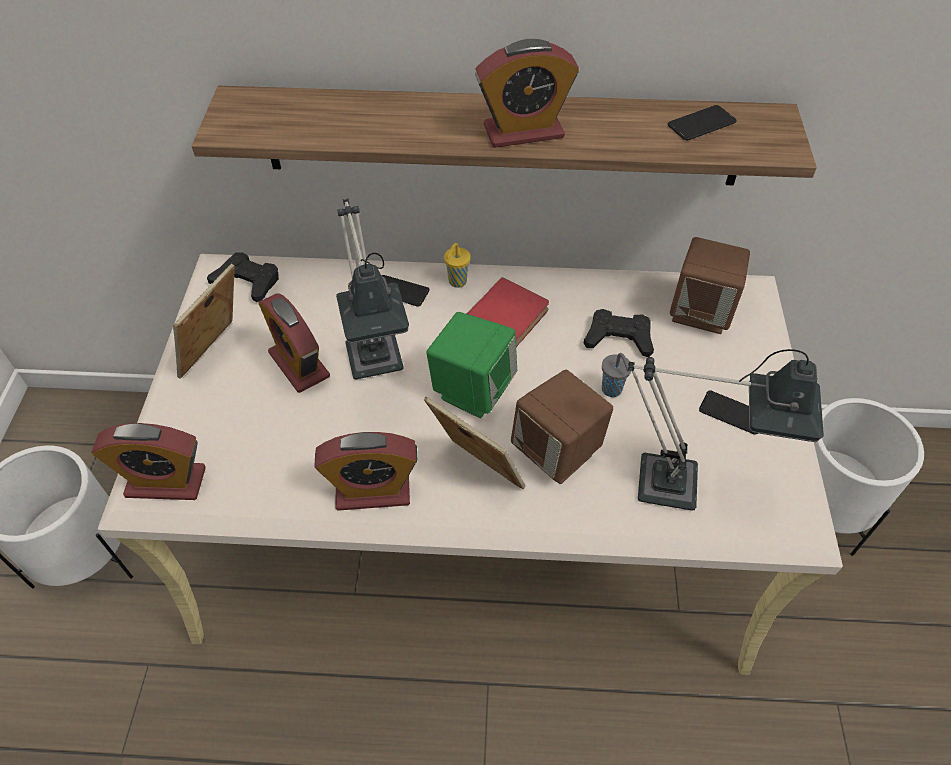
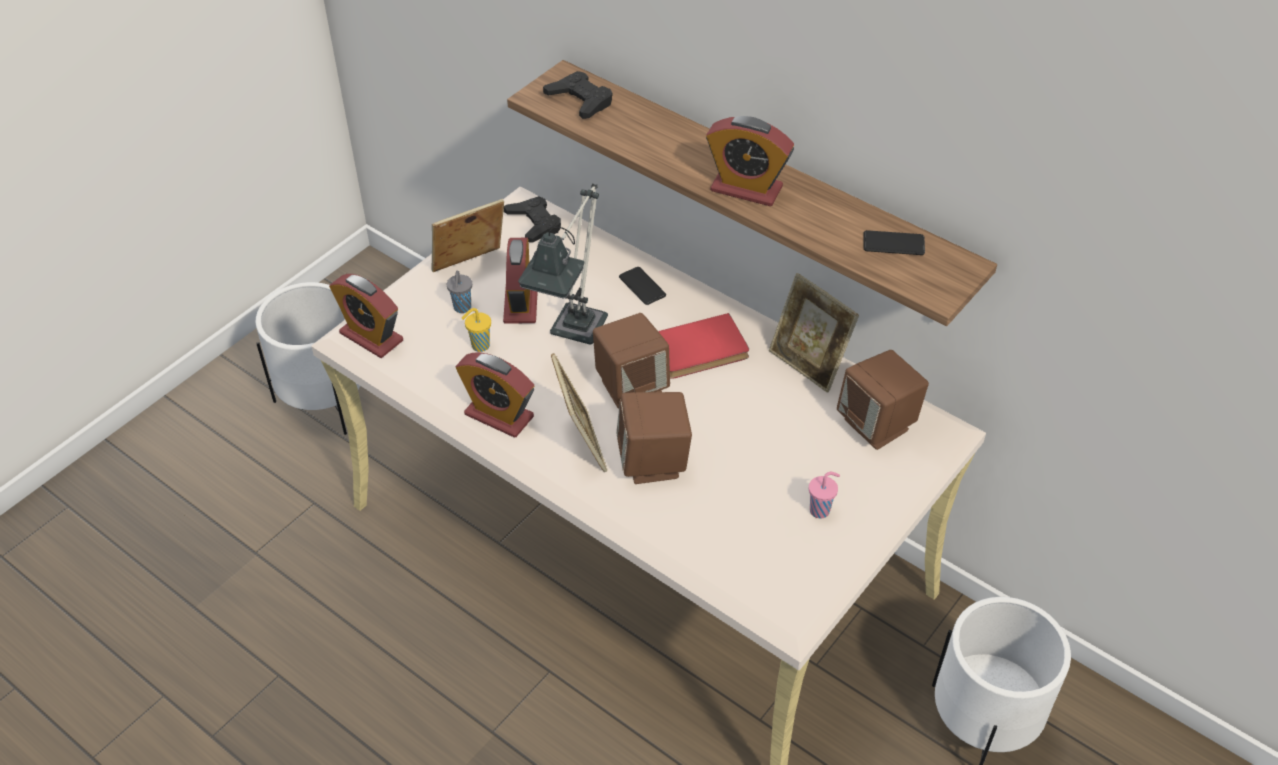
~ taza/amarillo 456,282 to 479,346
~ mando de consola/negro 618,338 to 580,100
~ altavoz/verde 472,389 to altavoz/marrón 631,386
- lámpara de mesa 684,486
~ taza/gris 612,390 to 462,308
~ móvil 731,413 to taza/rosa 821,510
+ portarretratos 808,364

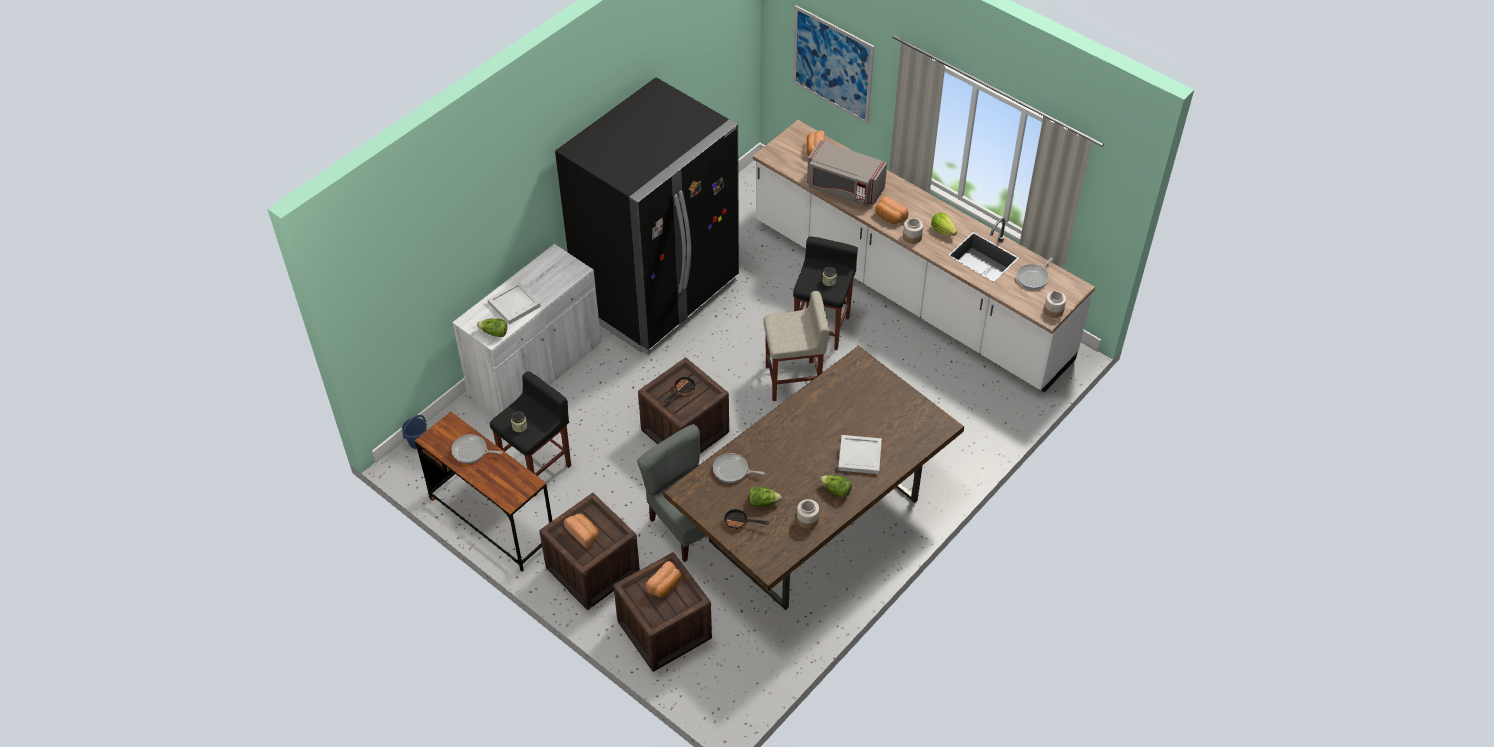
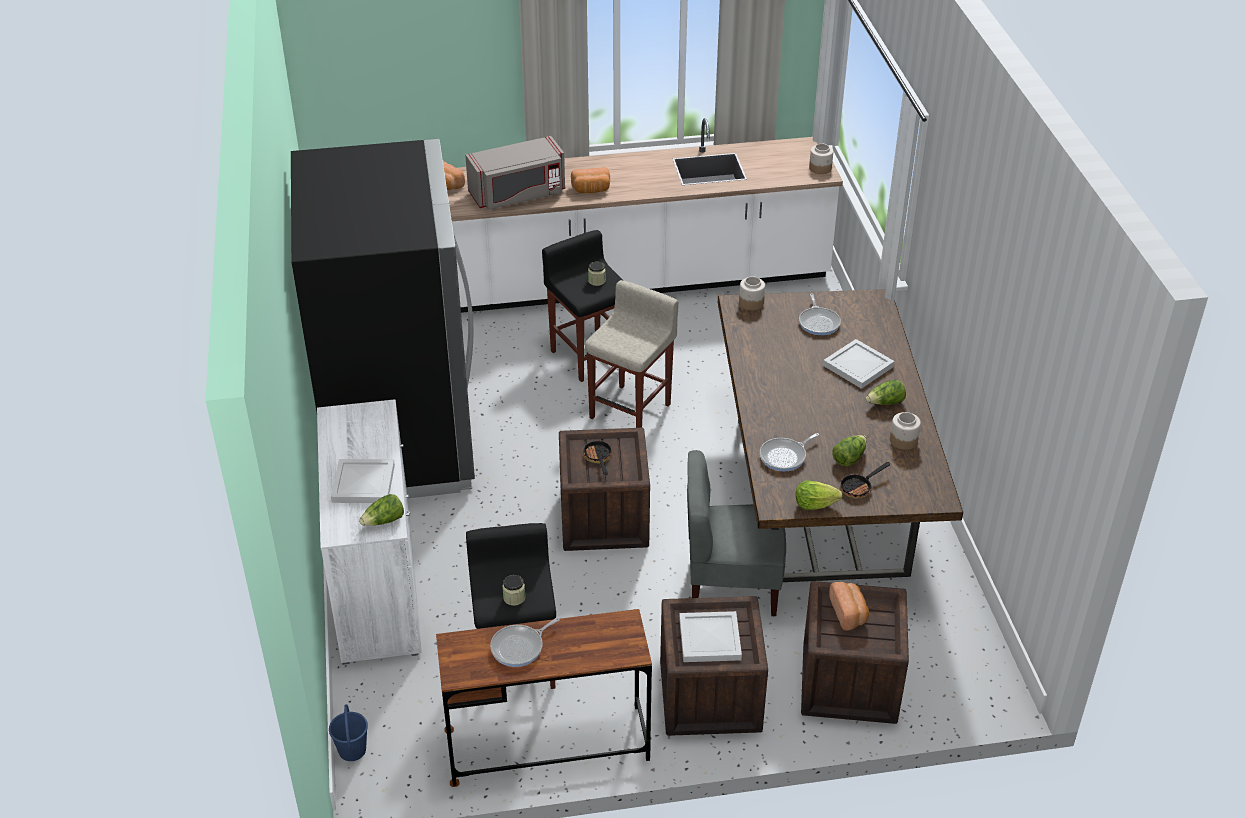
- cuadro 832,64
~ lechuga 943,230 to 814,504
~ tarro 912,237 to 751,303
~ sartén 1033,277 to 819,322
~ pan 583,534 to bandeja/blanco 711,639

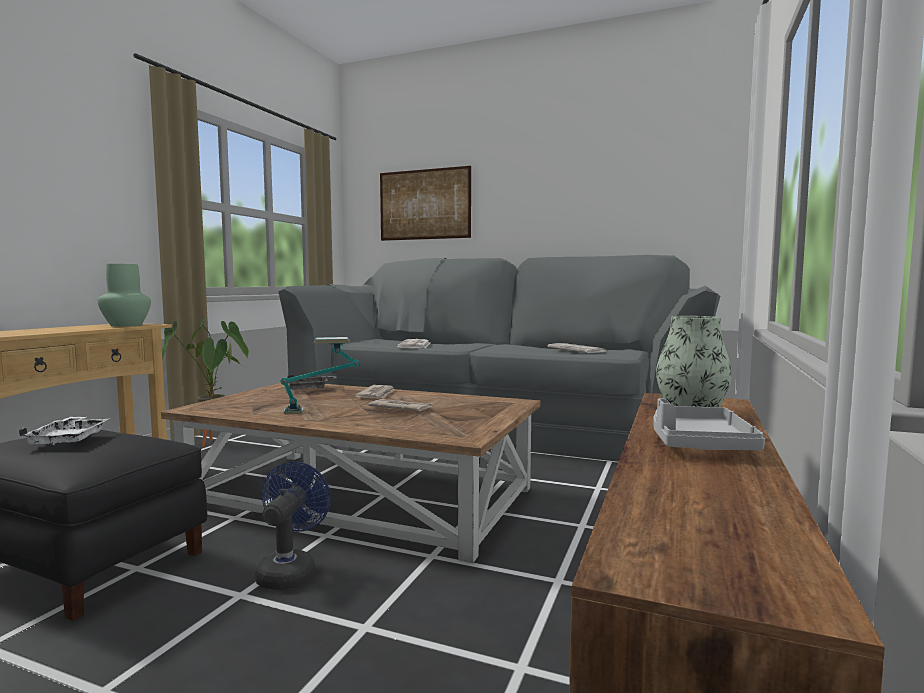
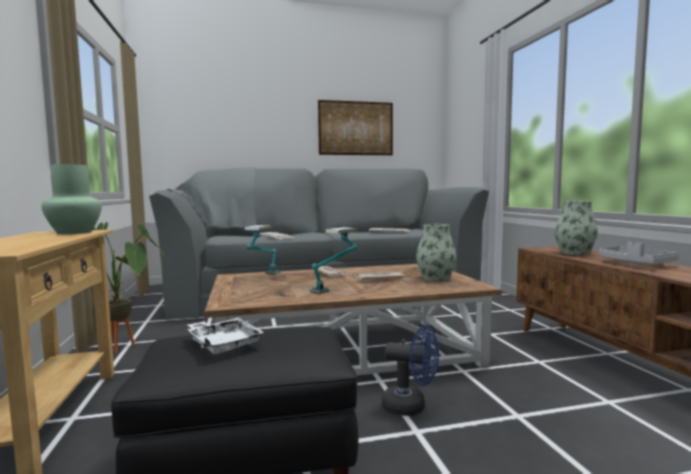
~ cuadro 424,204 to 356,128
~ bandeja/gris 310,389 to lámpara de mesa 264,277
~ ventilador/azul 290,571 = 411,407 135 degrees clockwise
+ florero 435,278

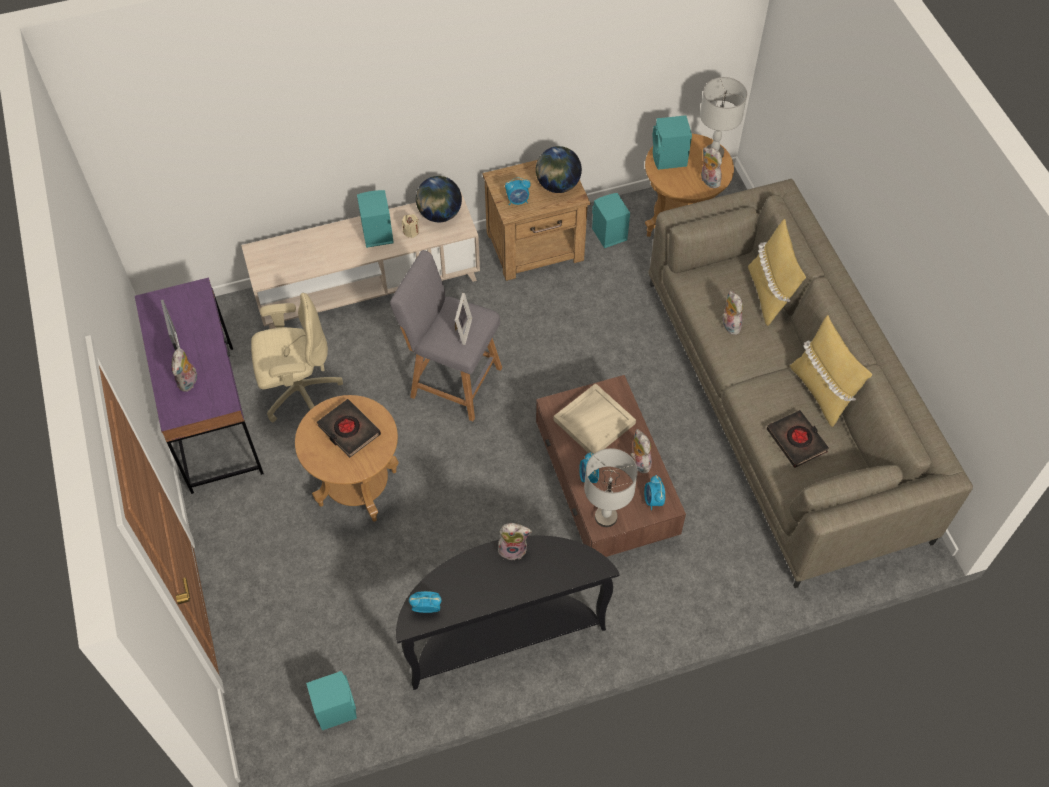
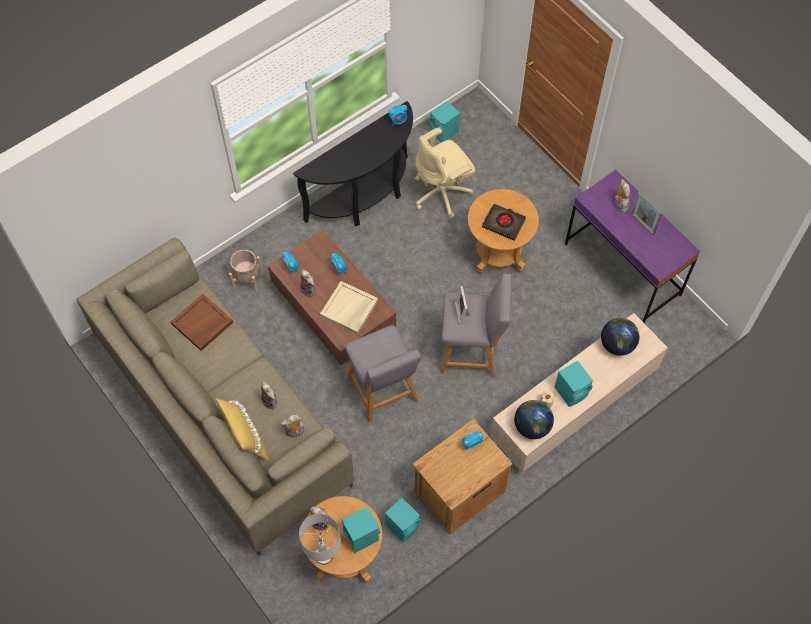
~ globo terráqueo 557,185 to 617,344
~ silla de oficina/beis 299,392 to 442,193
- cojín/amarillo 821,392
~ libro/negro 797,441 to bandeja/marrón 202,324
- lámpara de mesa/gris 606,517
~ peluche 513,549 to 294,432
+ maceta/beis 247,279
+ taburete/gris 384,392

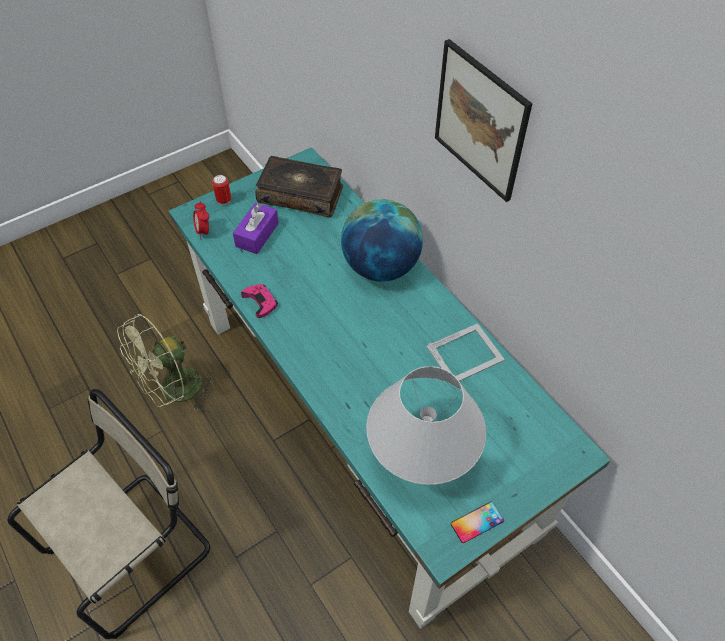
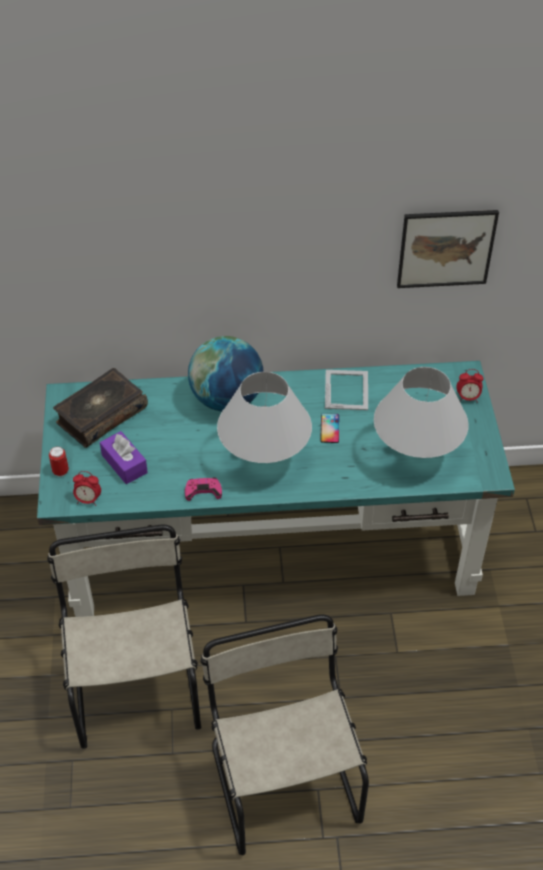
~ cuadro 480,121 to 446,248
~ ventilador/verde 174,392 to silla/beis 135,682
~ móvil 477,522 to 329,428
+ despertador 467,398
+ lámpara de mesa/blanco 264,459

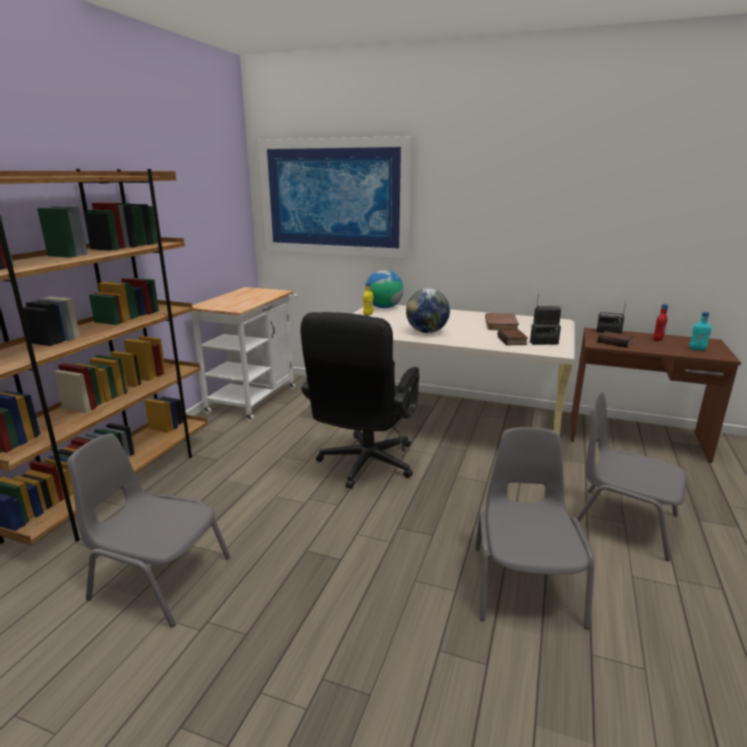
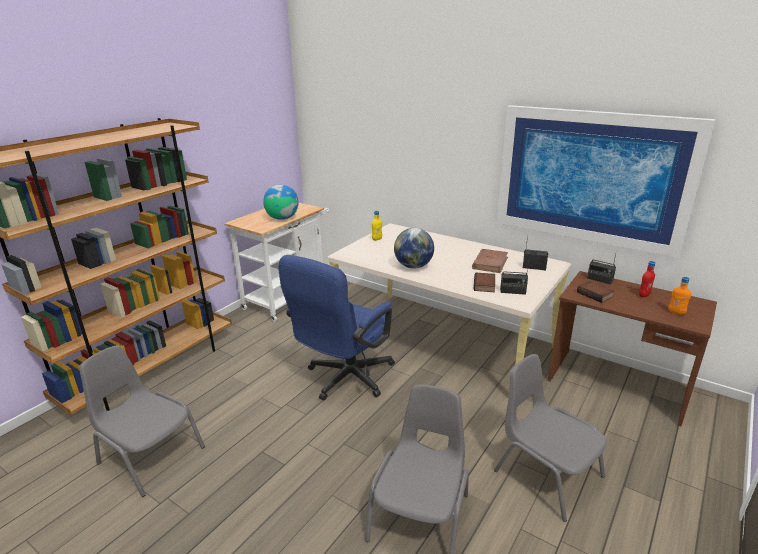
~ cuadro 334,198 to 591,177
~ globo terráqueo 384,307 to 282,218
~ silla de oficina/negro 363,466 to silla de oficina/azul 344,379
~ botella/turquesa 697,349 to botella/naranja 676,312

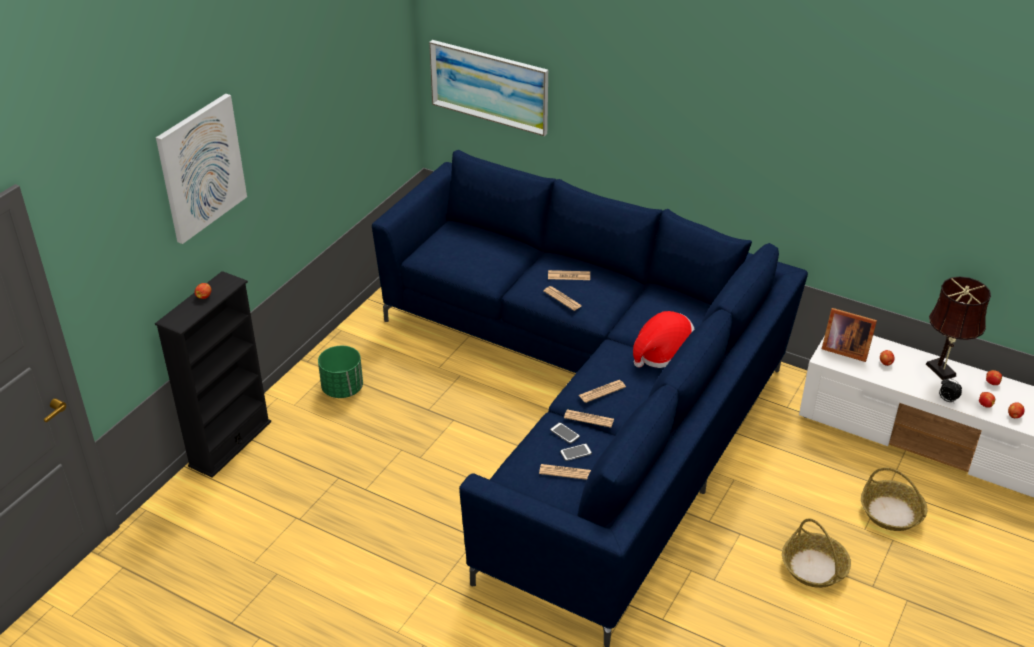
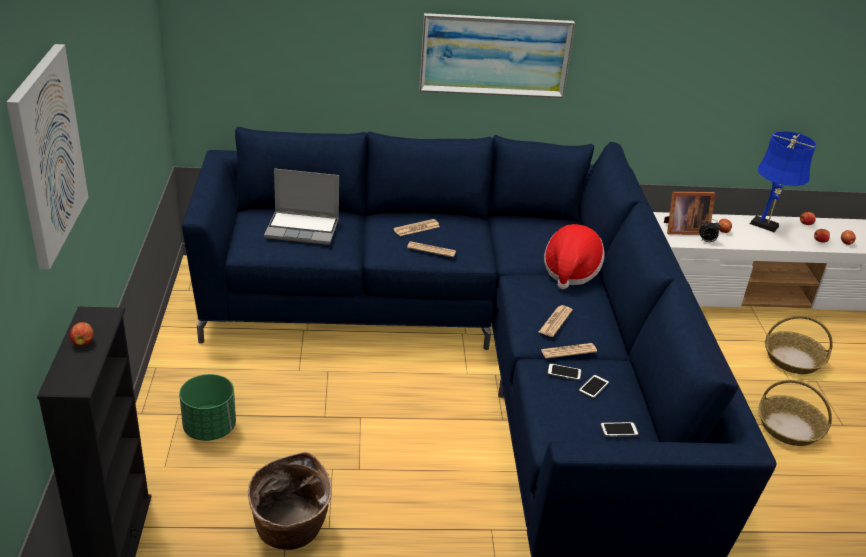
~ cuadro 489,86 to 495,55
~ lámpara de mesa/marrón 942,372 to lámpara de mesa/azul 767,226
~ despertador 947,400 to 706,241
- periódico 565,472
+ portátil 303,229
+ móvil 619,430
+ cesta 290,532

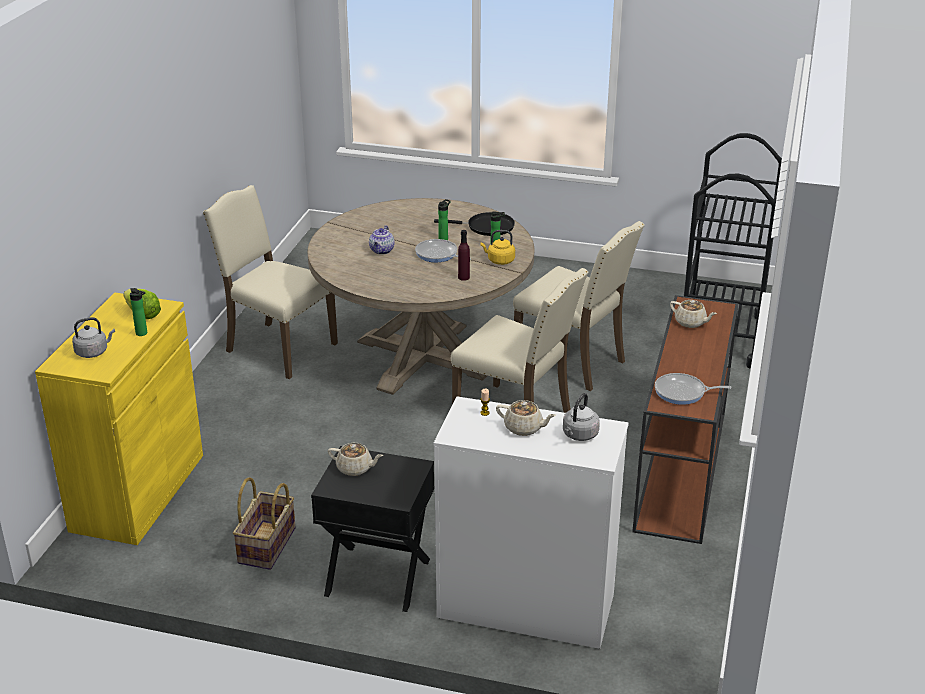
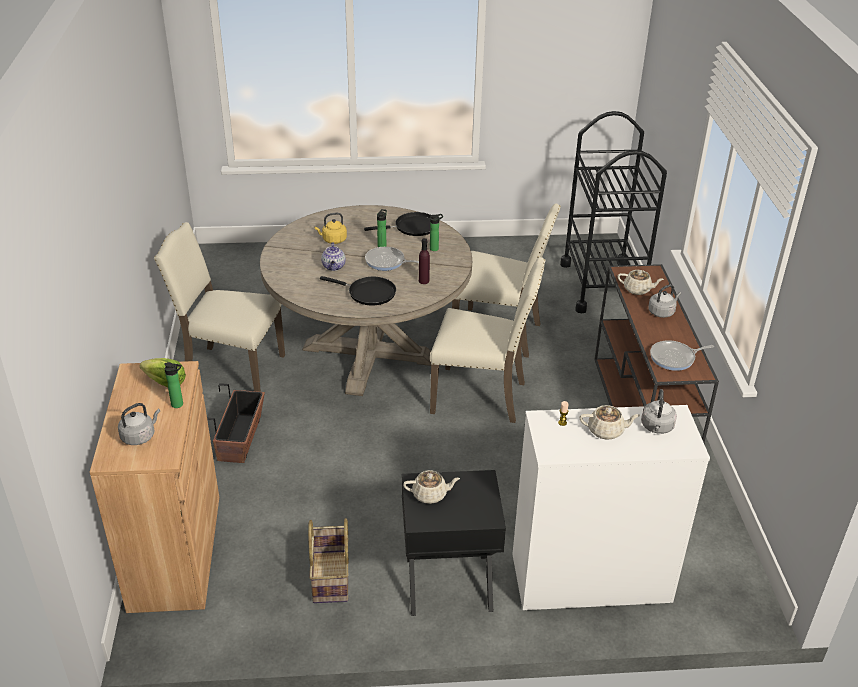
~ hervidor/amarillo 499,260 to 333,240
~ armario/amarillo 138,492 to armario/marrón 175,551
+ sartén/negro 368,293
+ hervidor/gris 662,312
+ maceta 241,438

